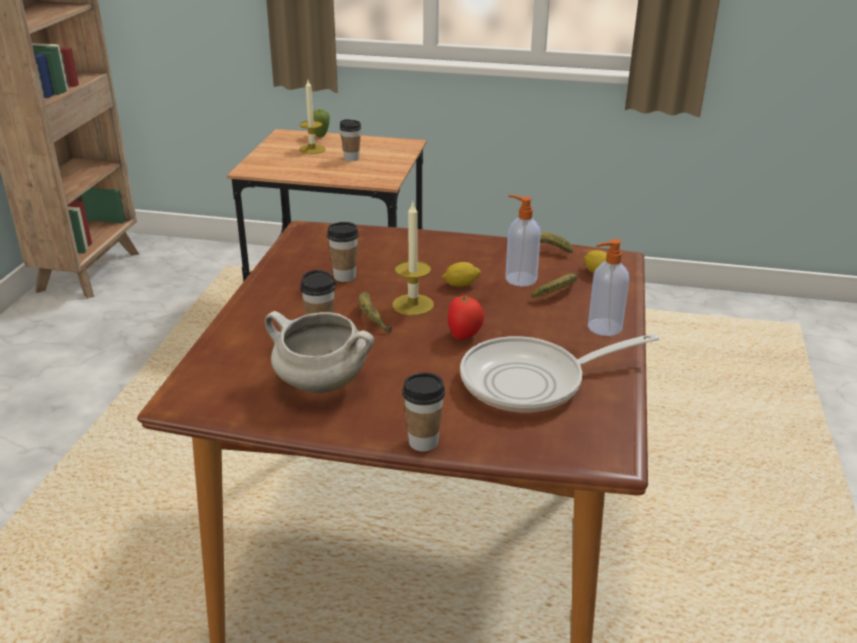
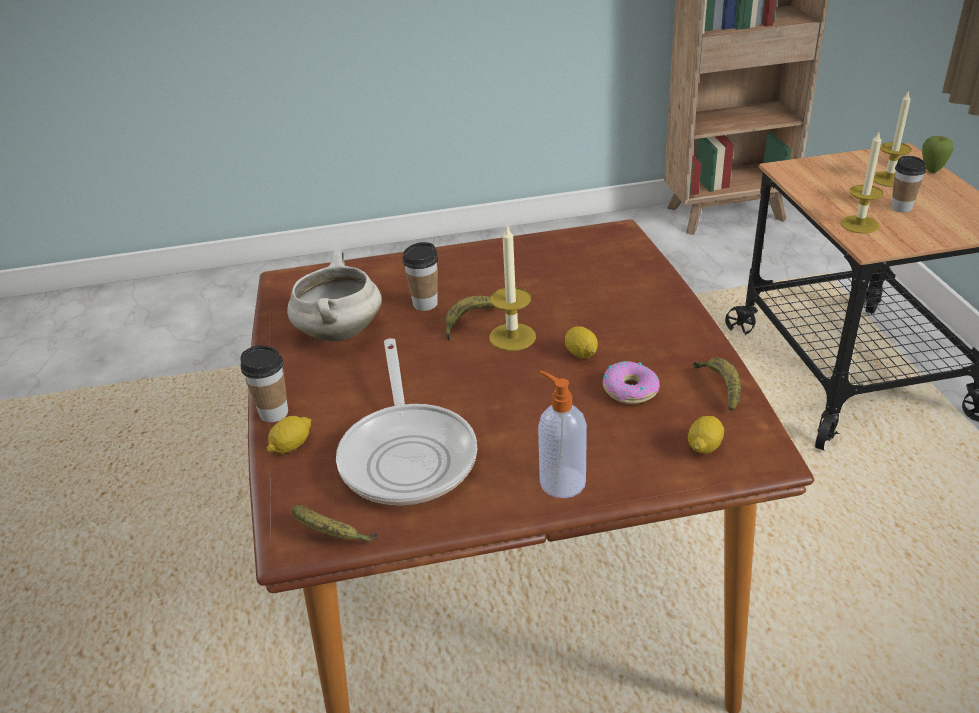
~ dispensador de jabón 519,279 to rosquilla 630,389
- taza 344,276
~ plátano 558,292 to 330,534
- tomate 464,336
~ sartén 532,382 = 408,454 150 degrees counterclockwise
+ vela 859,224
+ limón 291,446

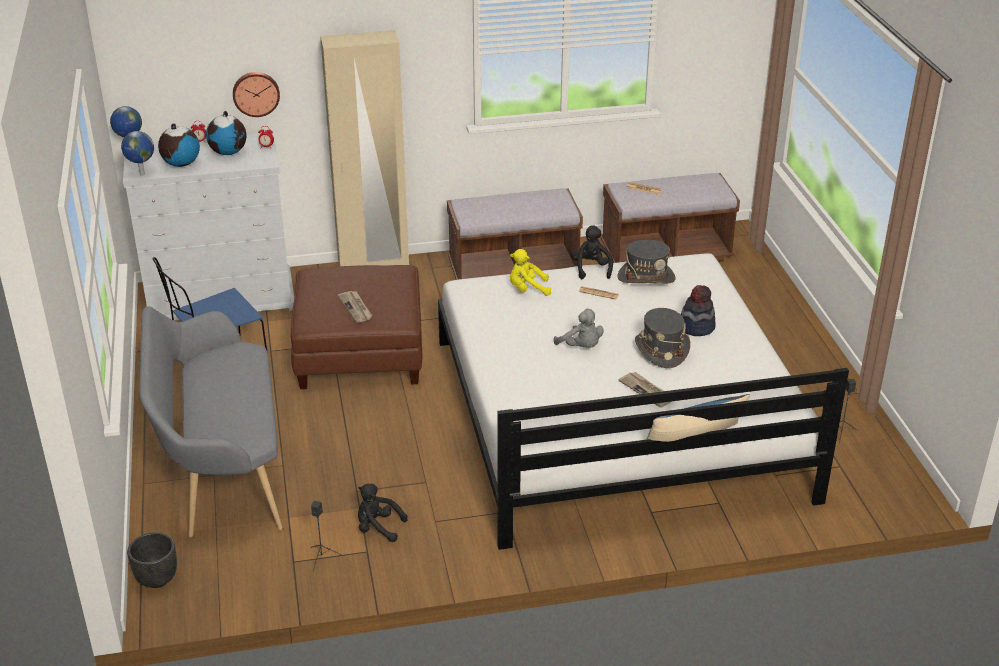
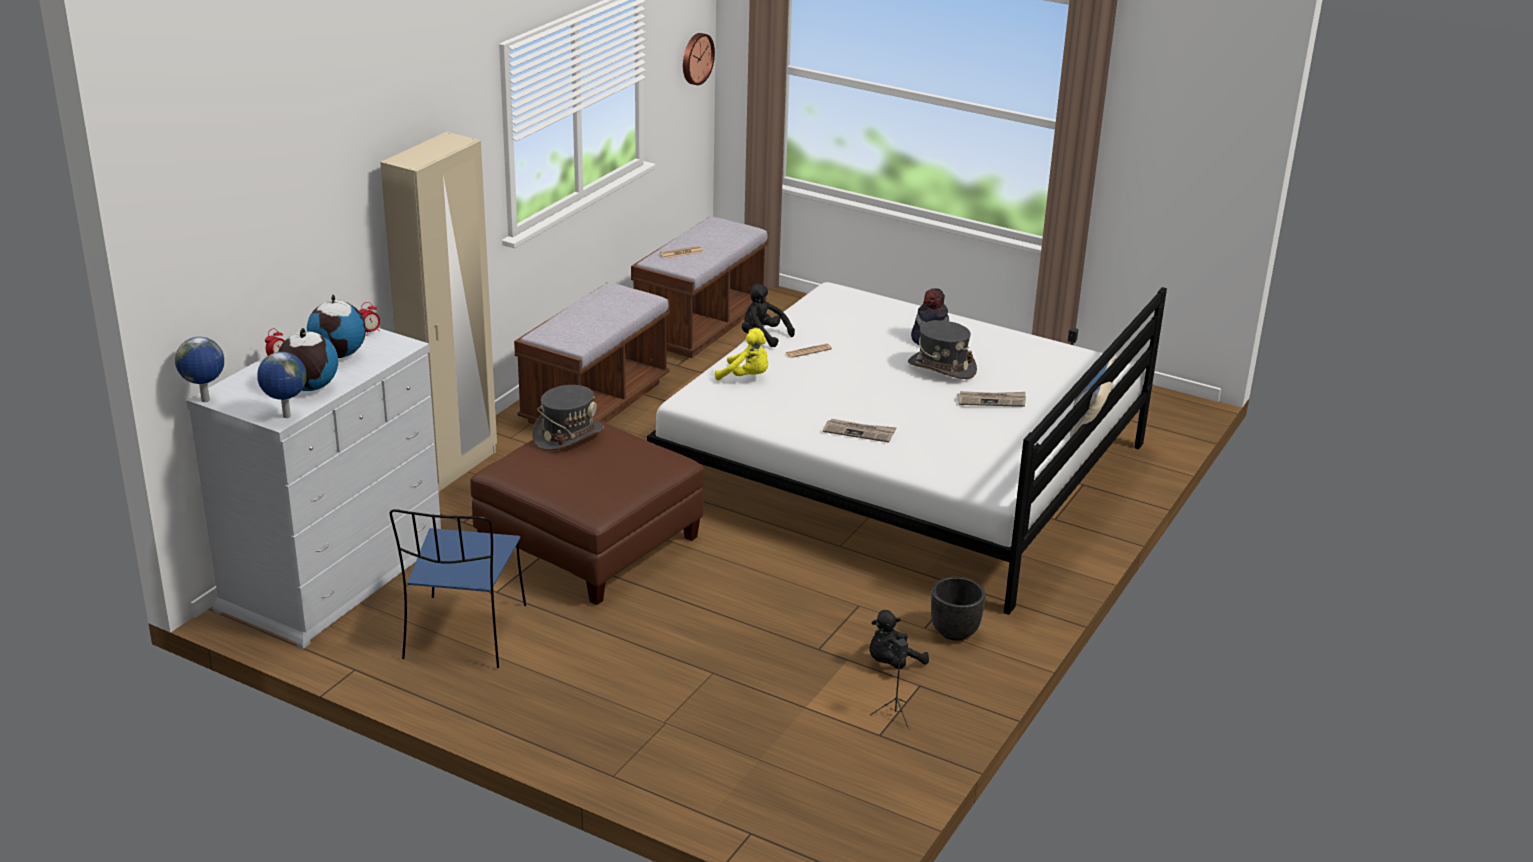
~ reloj de pared 256,93 to 696,58
~ sombrero/gris 646,277 to 568,435
~ peluche/amarillo 527,289 = 746,377 105 degrees counterclockwise
~ periódico 356,308 to 859,432
- banco/gris 222,471
- peluche/gris 581,347
~ maceta/negro 157,579 to 955,631

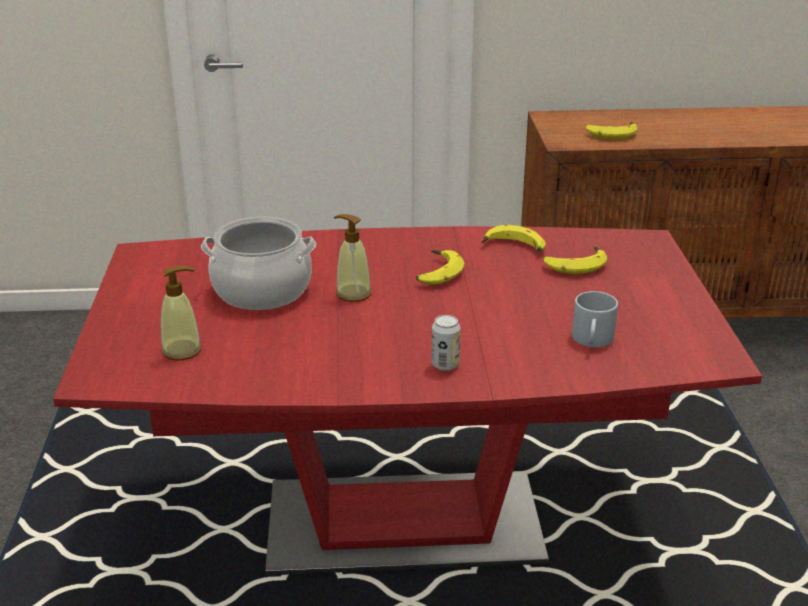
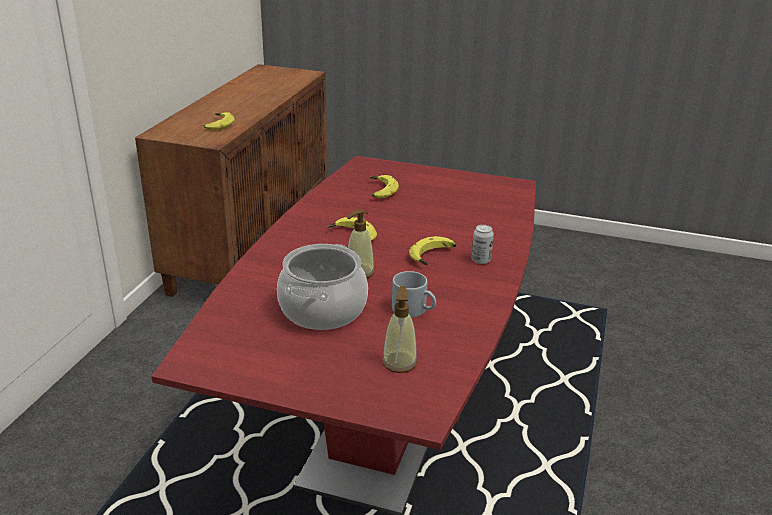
~ plátano 513,248 to 433,257
~ taza grande/gris 593,340 to 414,310

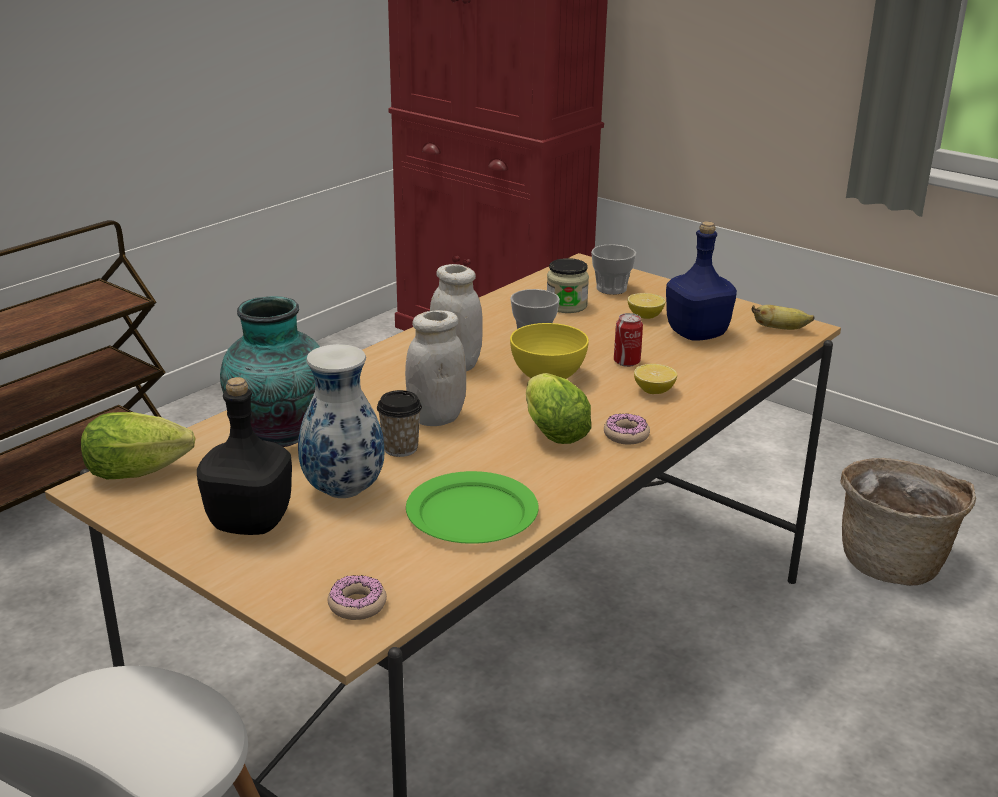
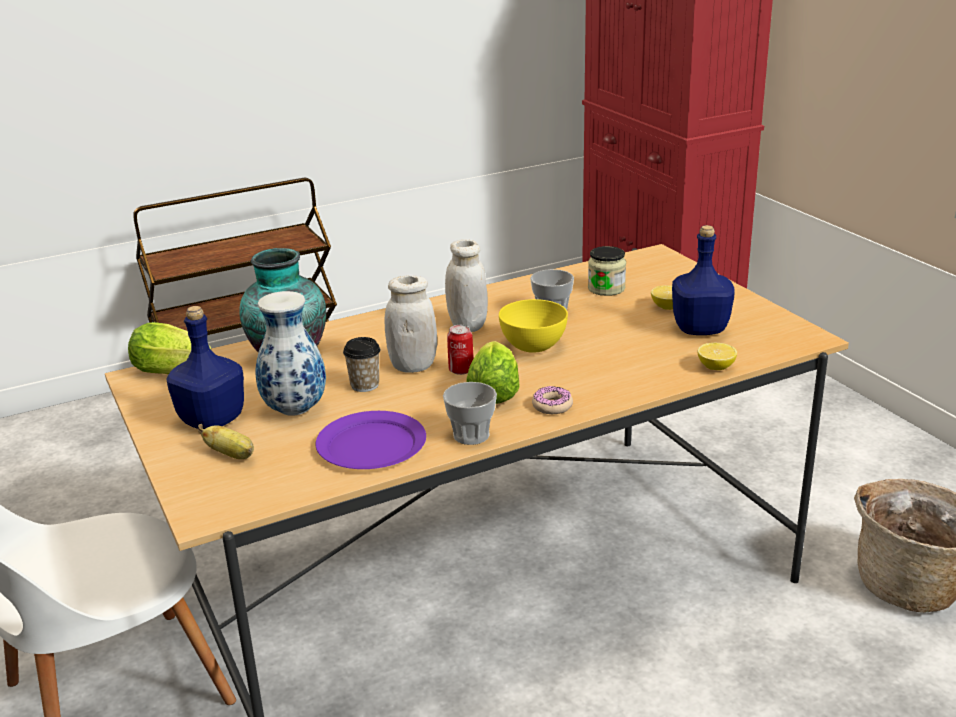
~ taza 611,289 to 471,435
~ plátano 780,329 to 232,455
~ lata 626,362 to 461,370
~ limón 654,391 to 716,367
~ botella/negro 252,522 to botella/azul 213,420
~ plato/verde 471,514 to plato/morado 370,445
- rosquilla 357,605

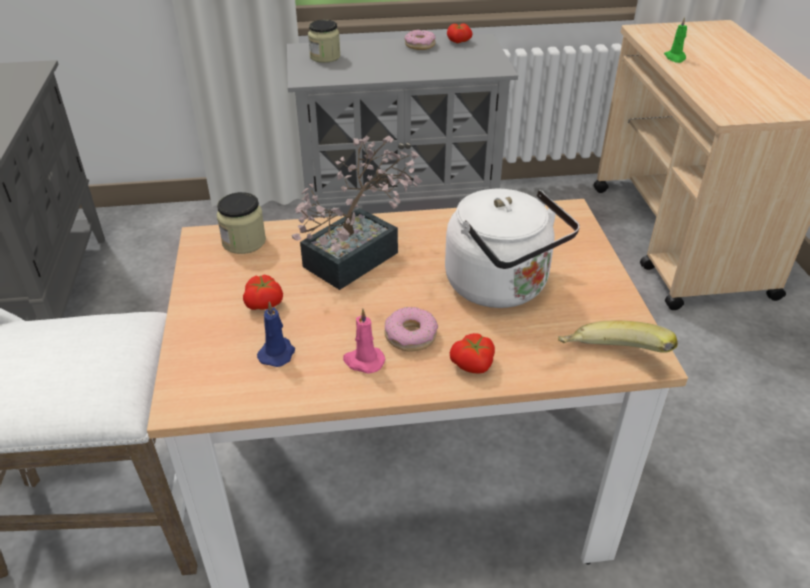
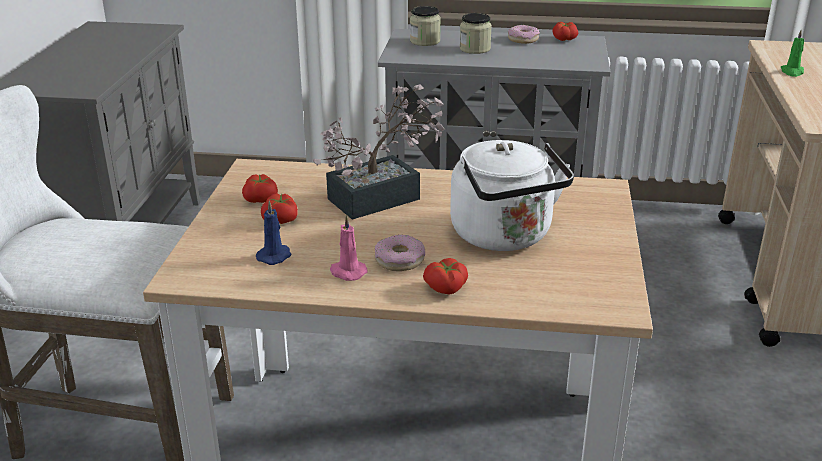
~ tarro 244,241 to 475,49
- plátano 610,361
+ tomate 261,200

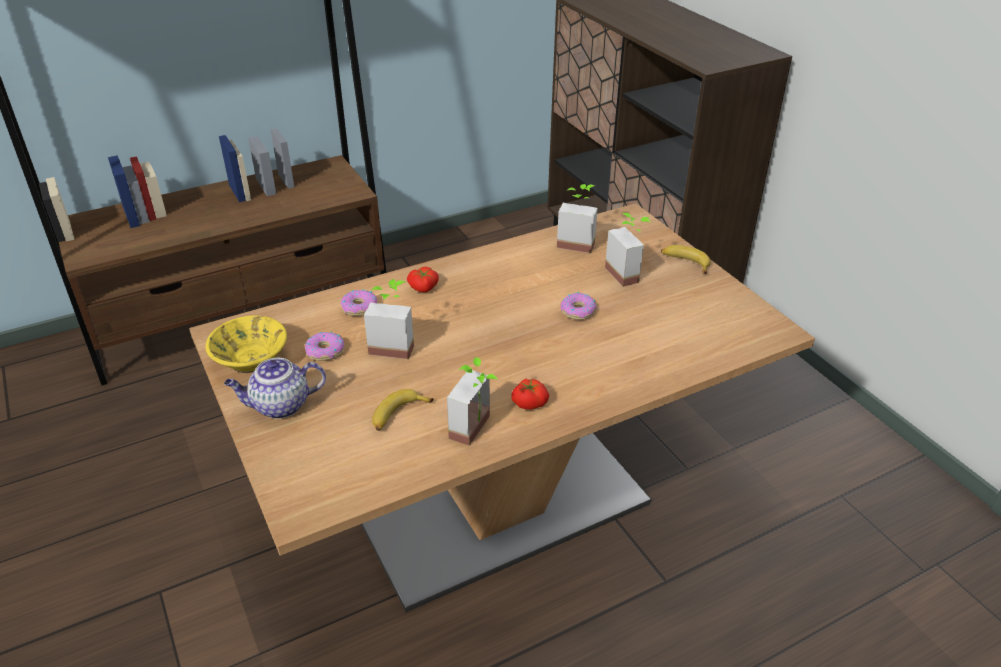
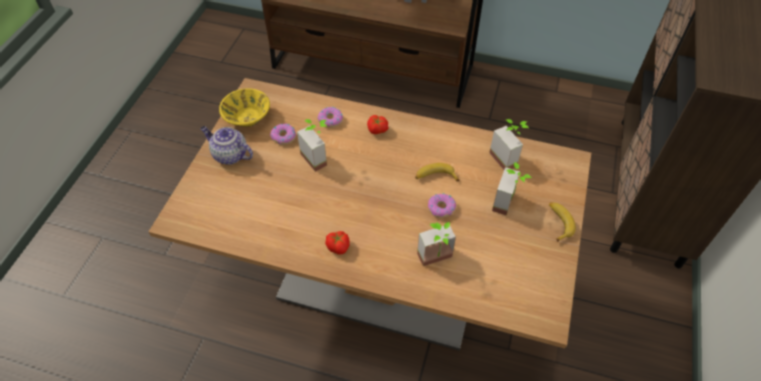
~ planta en maceta 478,430 to 437,260
~ plátano 398,415 to 435,177

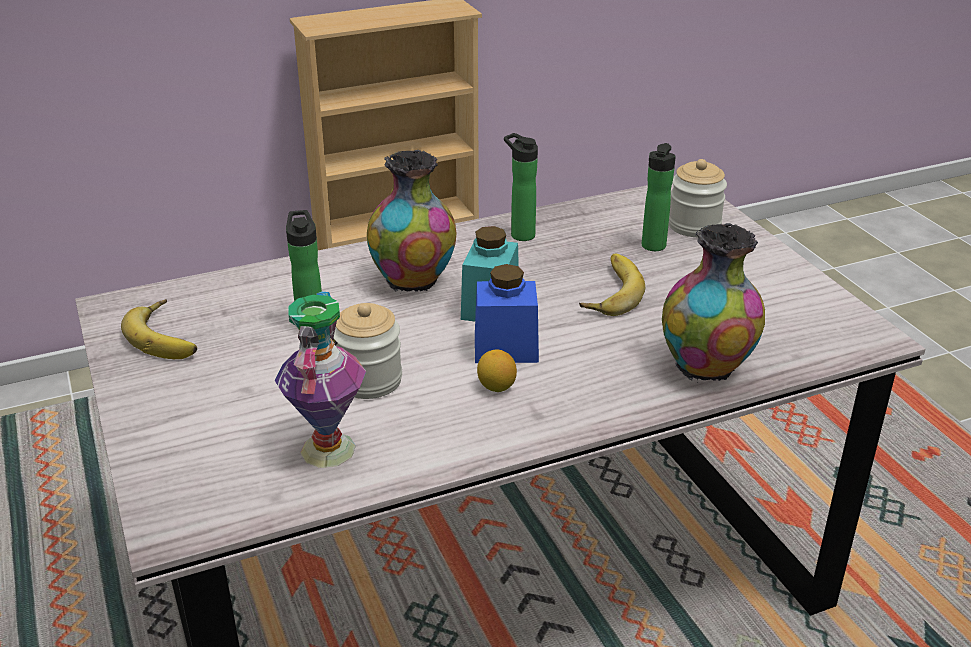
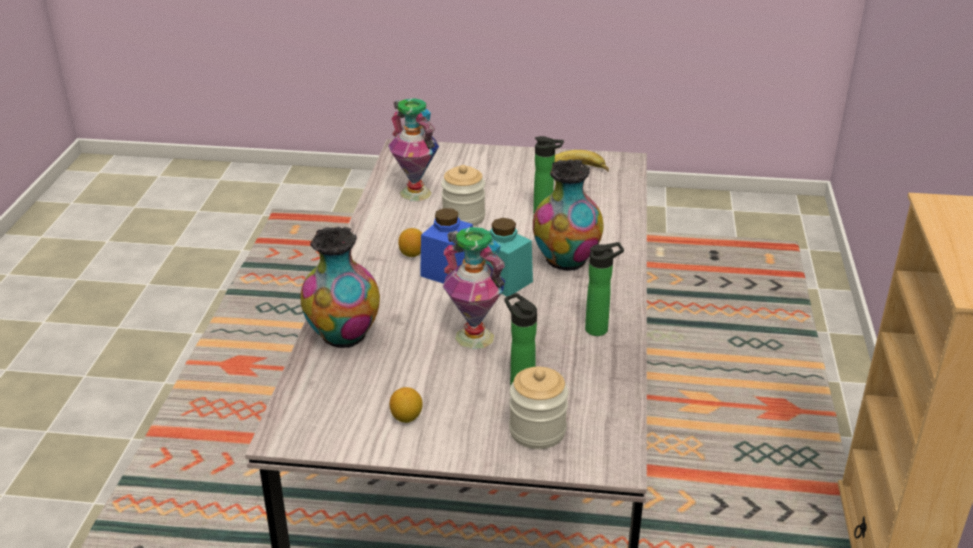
~ plátano 608,291 to florero 475,336
+ limón 406,417

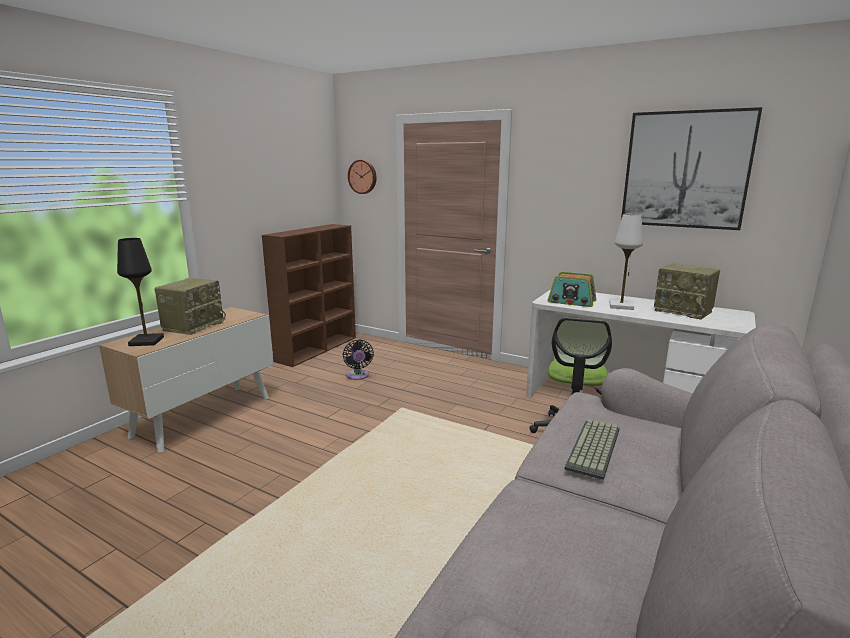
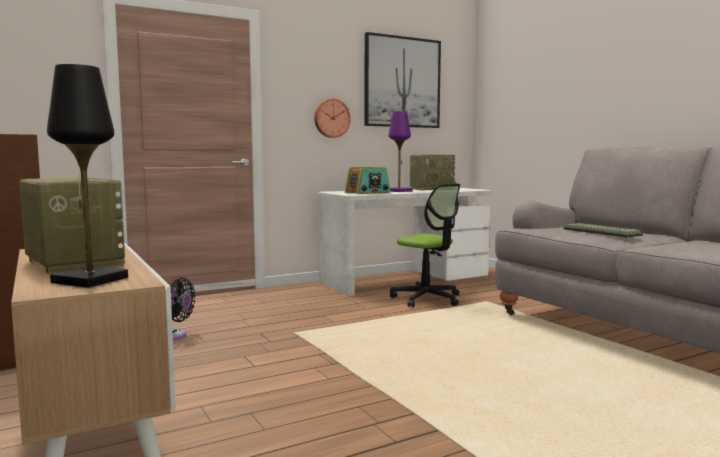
~ reloj de pared 363,177 to 331,118
~ lámpara de mesa/blanco 621,306 to lámpara de mesa/morado 399,191

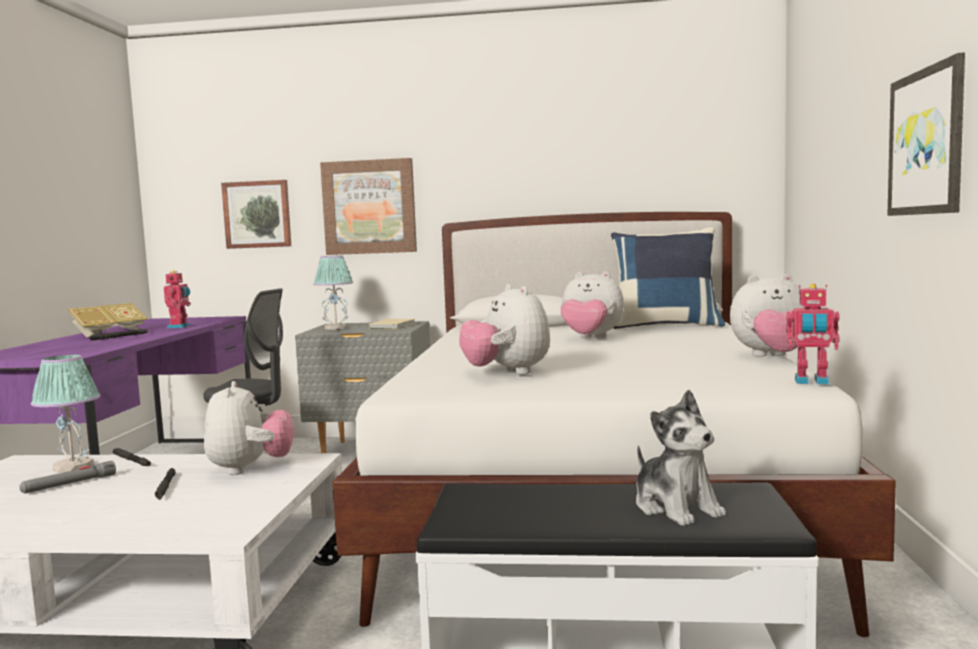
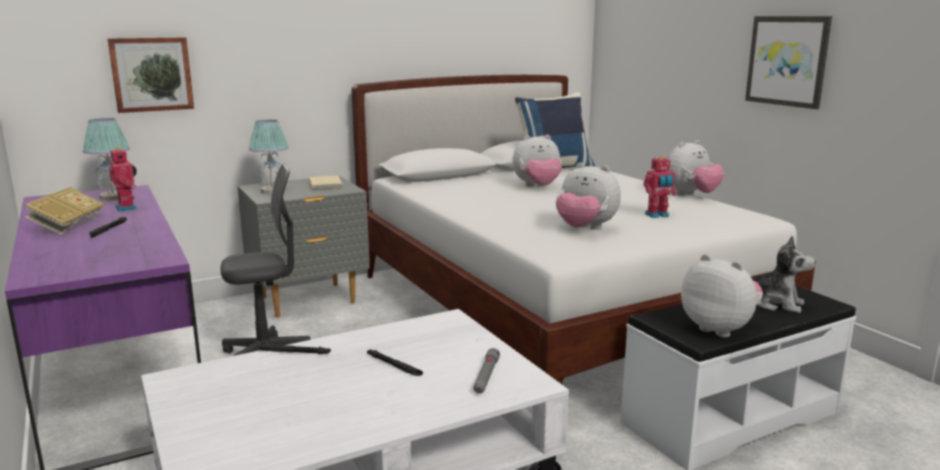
- cuadro 369,207
~ robot de juguete 811,382 to 657,215
~ lámpara de mesa 74,467 to 114,197
~ peluche 250,469 to 719,329
~ linterna/gris 69,484 to 486,376

